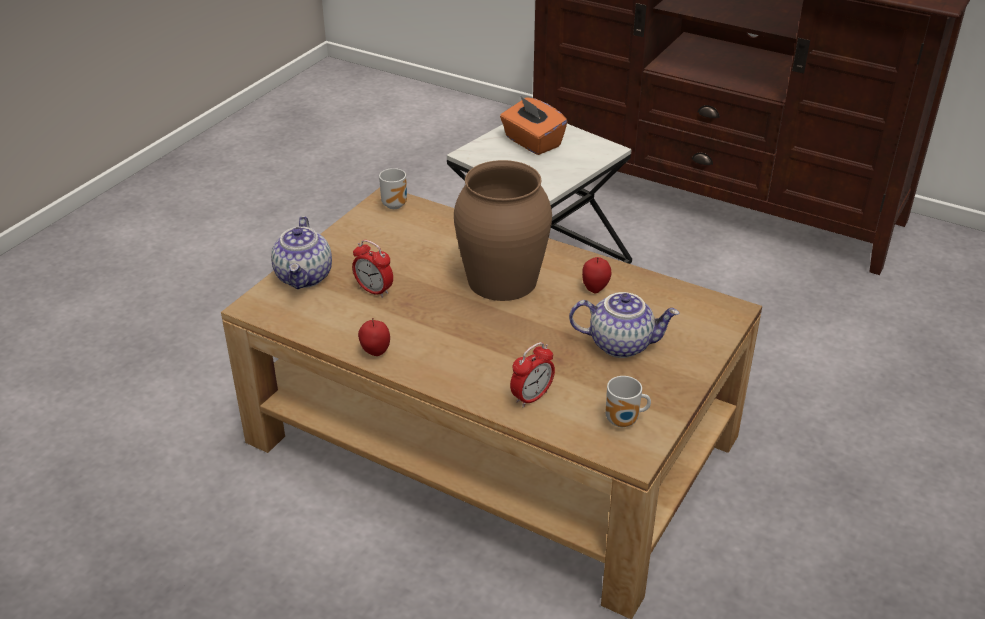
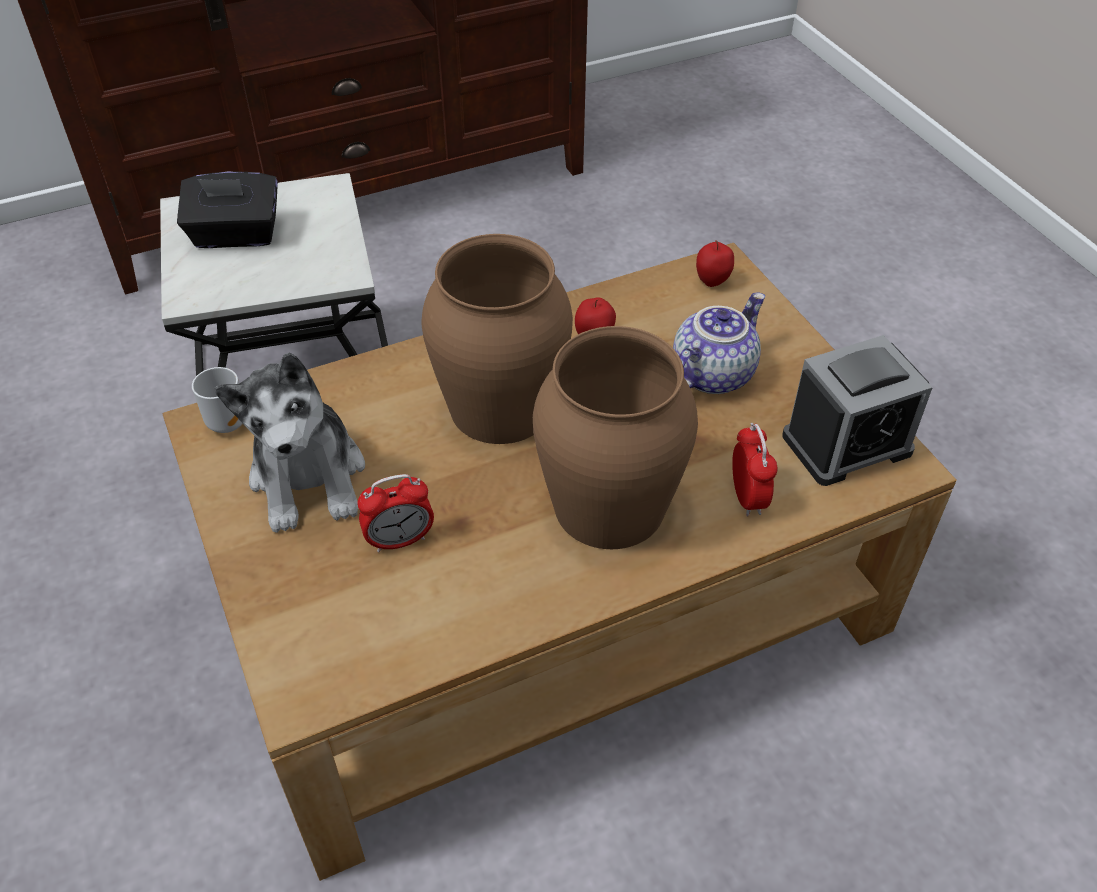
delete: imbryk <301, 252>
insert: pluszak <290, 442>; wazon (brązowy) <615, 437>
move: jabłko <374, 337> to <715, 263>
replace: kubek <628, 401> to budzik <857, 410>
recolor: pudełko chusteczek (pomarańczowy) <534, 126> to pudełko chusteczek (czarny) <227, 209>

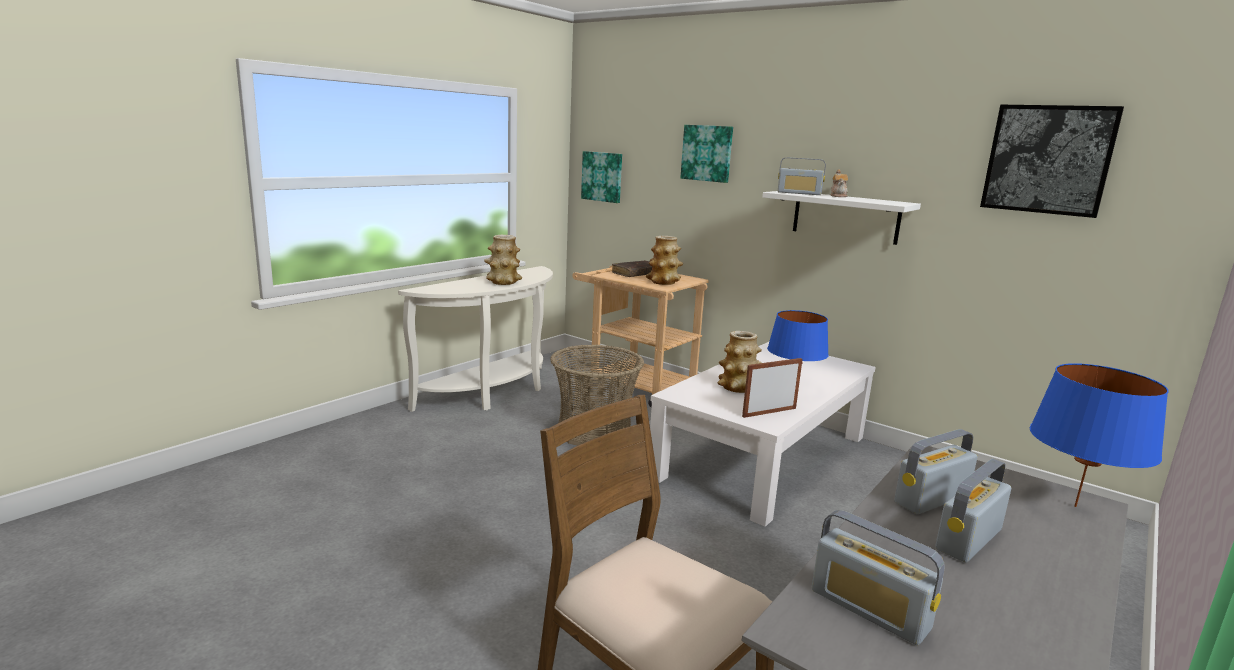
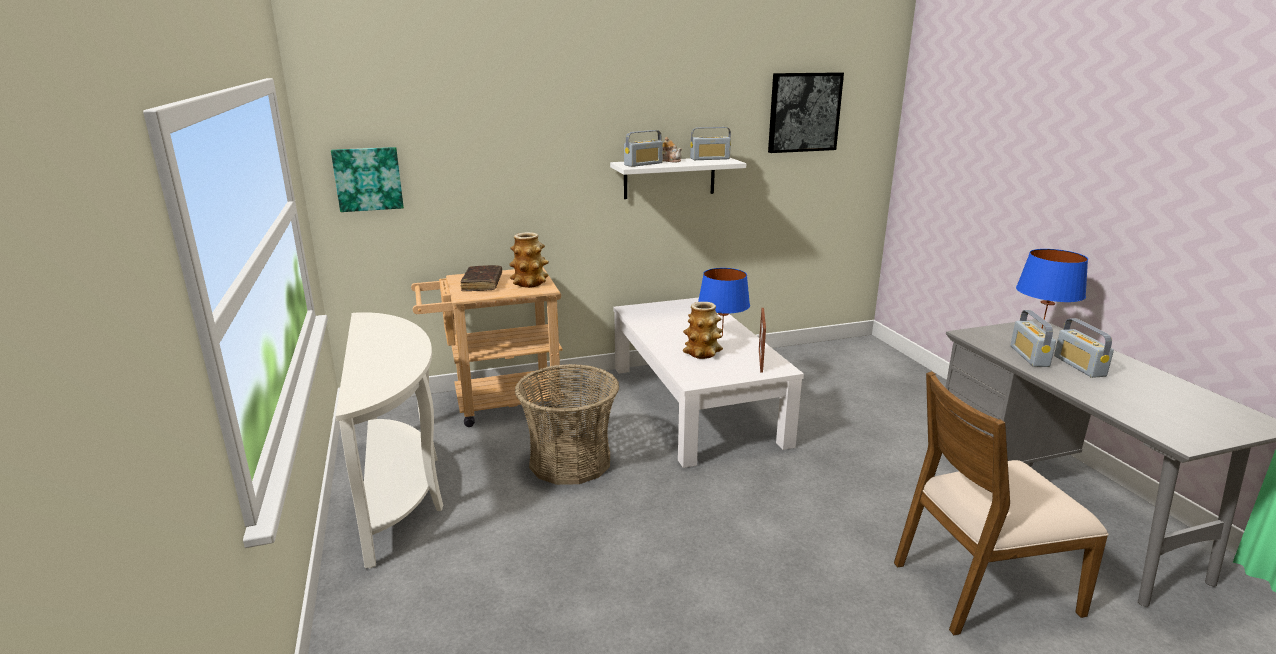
delete: wazon <503, 260>; obraz <706, 154>
move: radio <878, 577> to <710, 143>

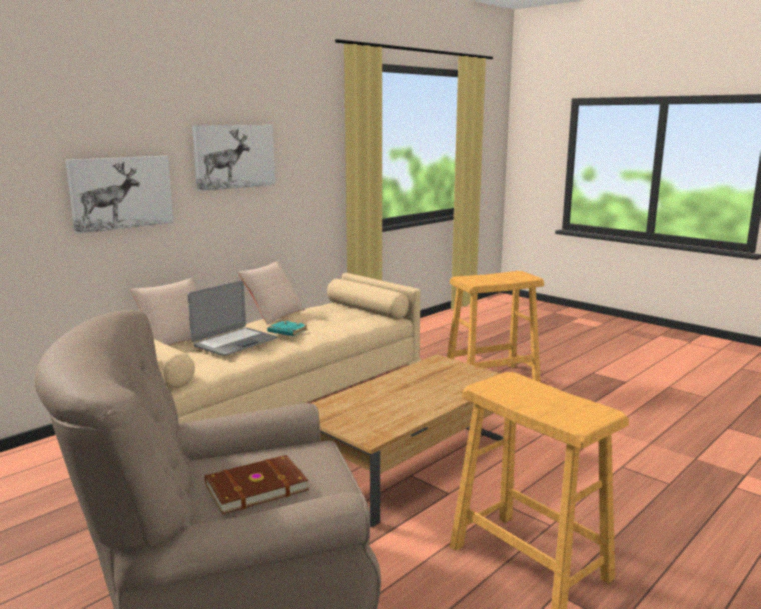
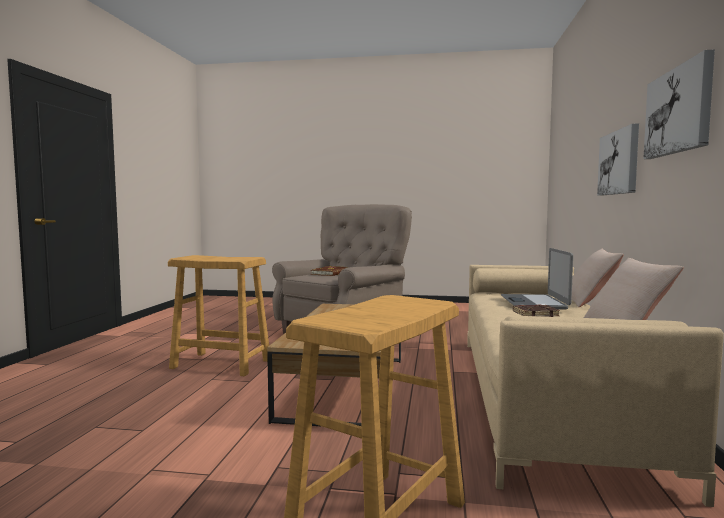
recolor: książka (turkusowy) <287, 328> to książka (brązowy) <536, 310>

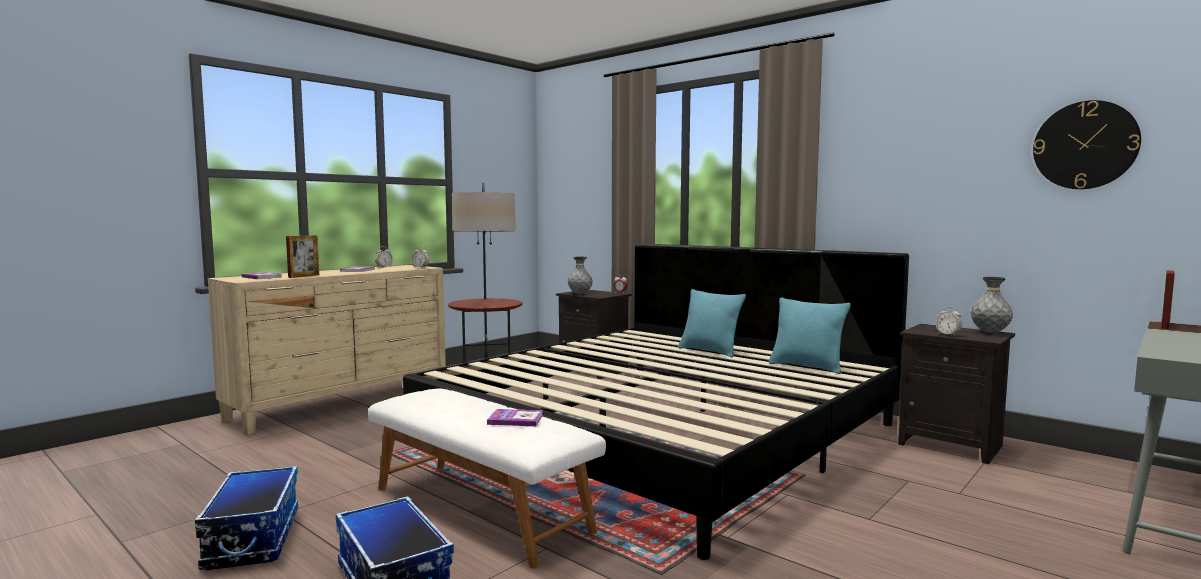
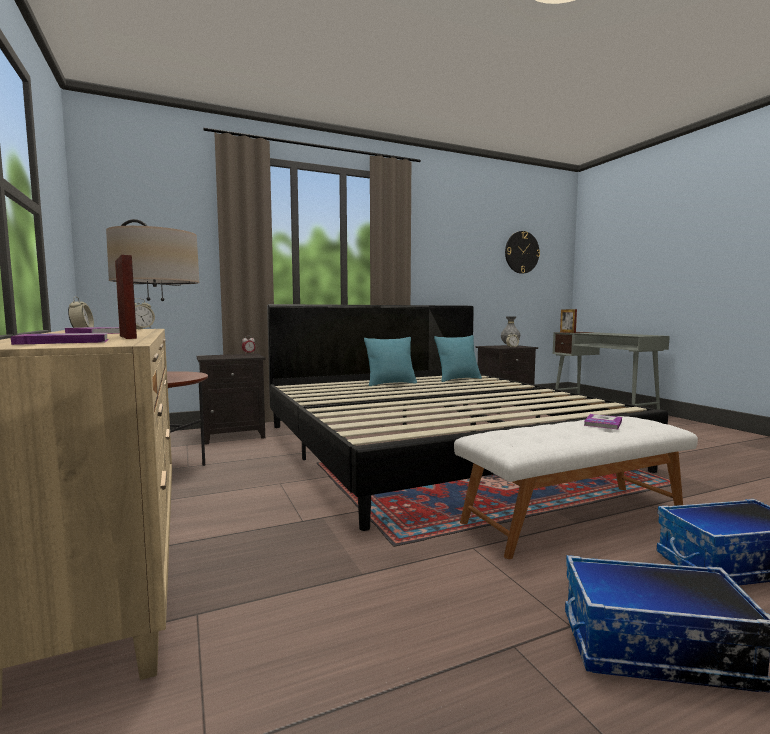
delete: wazon (szary) <580, 275>

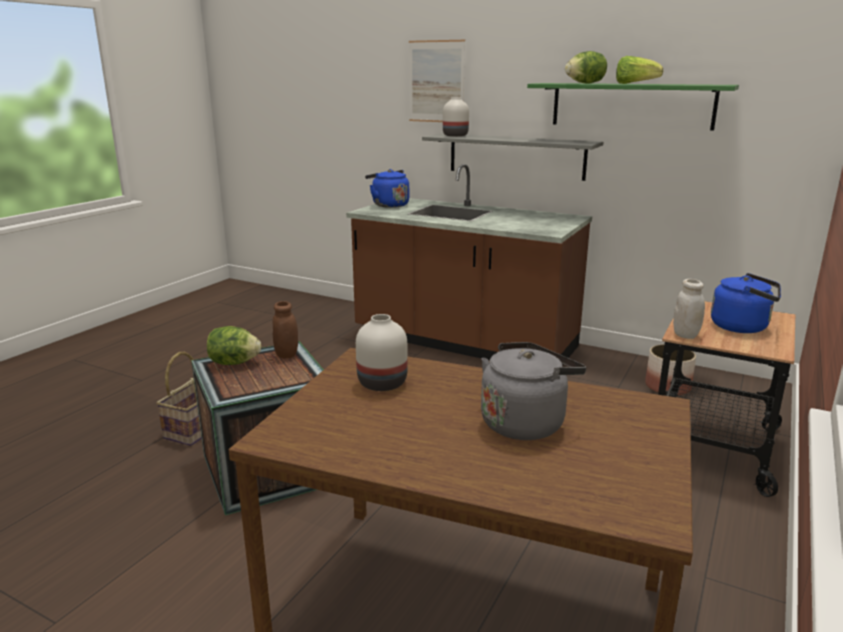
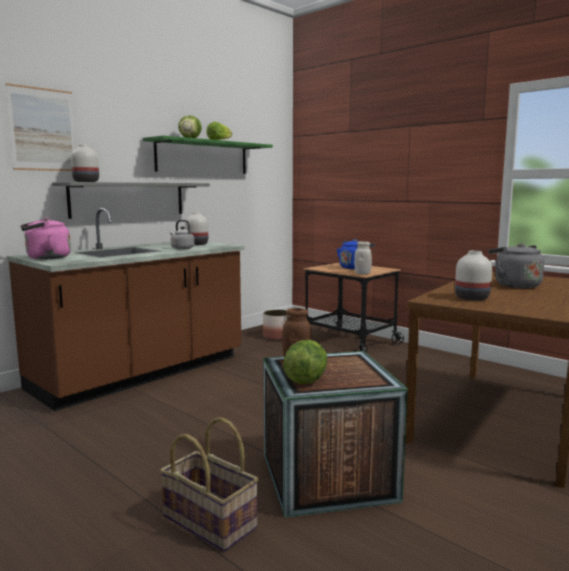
insert: czajnik (szary) <182, 235>; wazon (biały) <196, 228>
recolor: czajnik (niebieski) <387, 188> to czajnik (różowy) <45, 239>

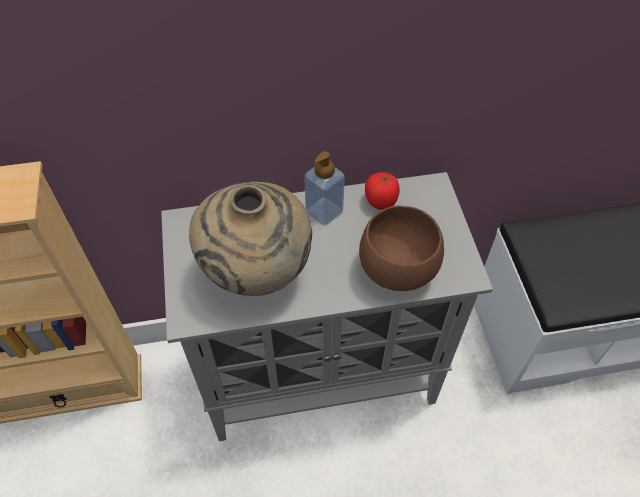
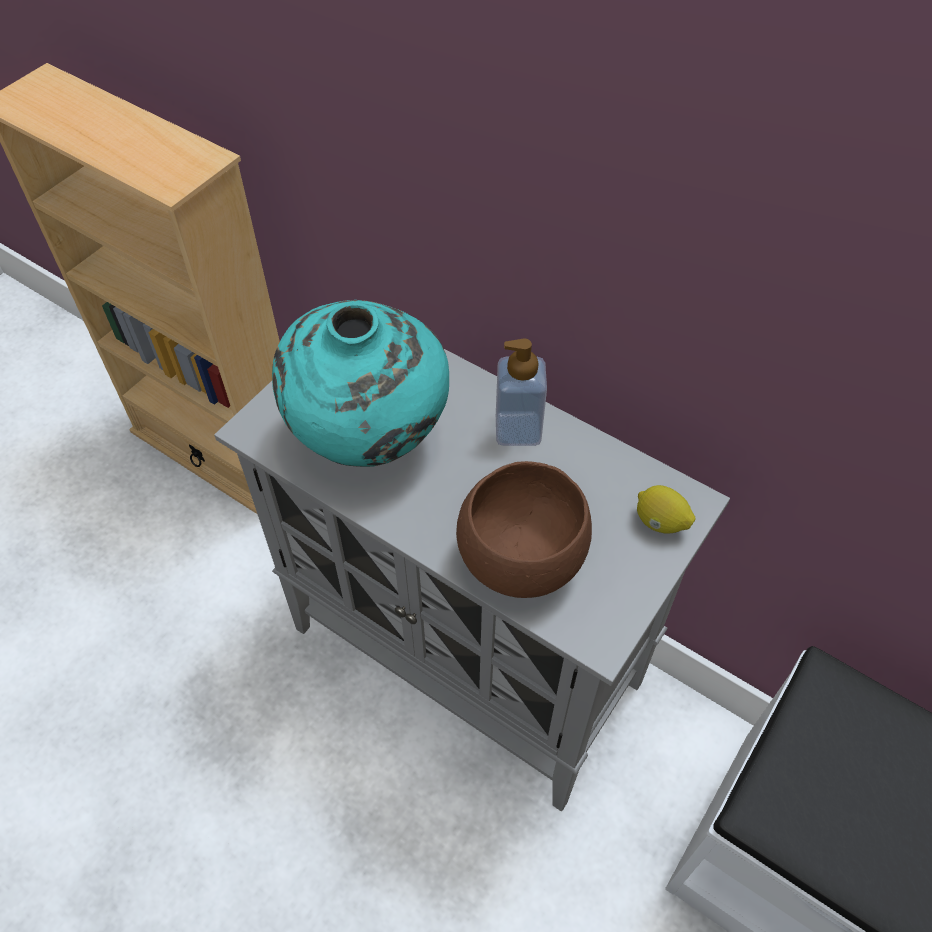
delete: pomidor <382, 191>
insert: cytryna <666, 509>
recolor: wazon (beżowy) <250, 239> to wazon (turkusowy) <360, 383>

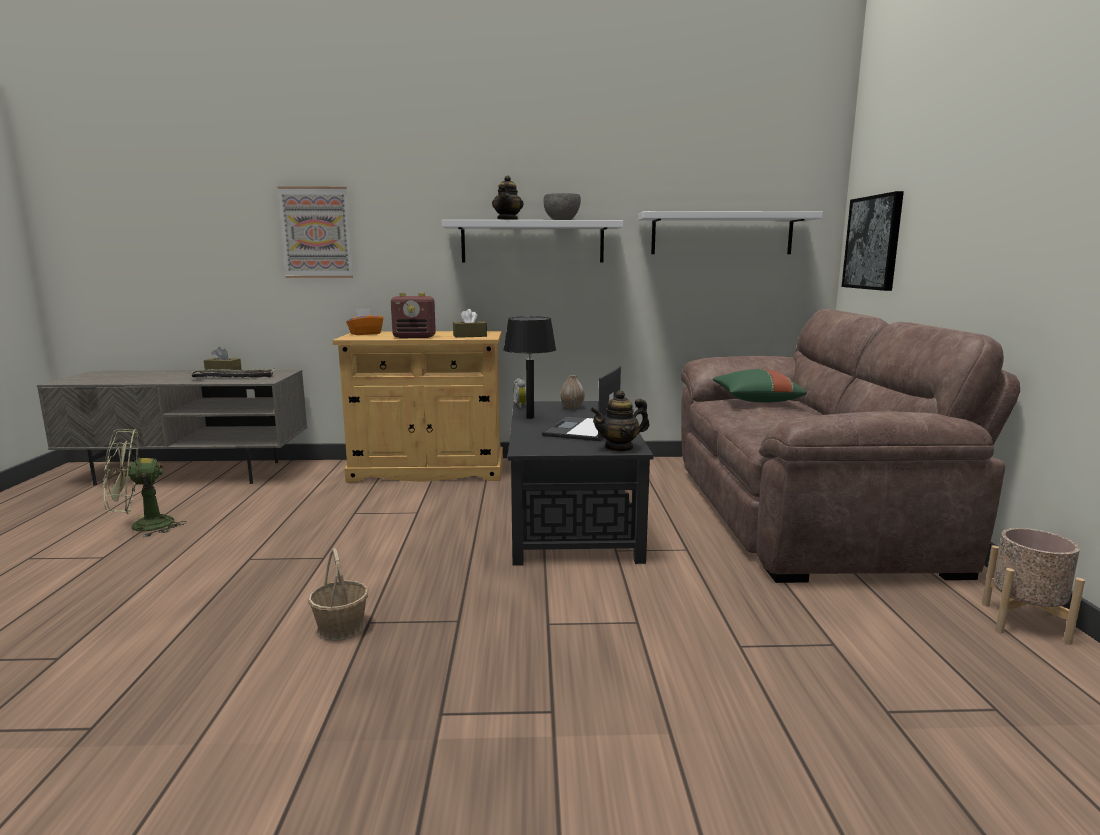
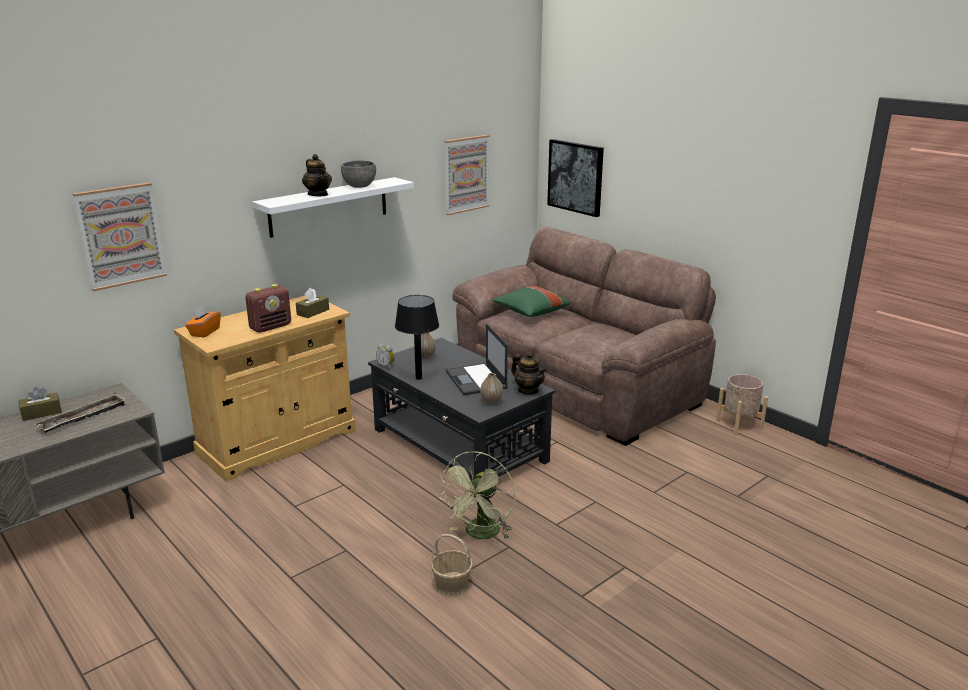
insert: wazon <491, 389>
move: wentylator (zielony) <145, 483> to <476, 495>
replace: półka (biały) <730, 232> to obraz <467, 175>
rotate: imbryk <619, 421> = <529, 373> 75 degrees counterclockwise

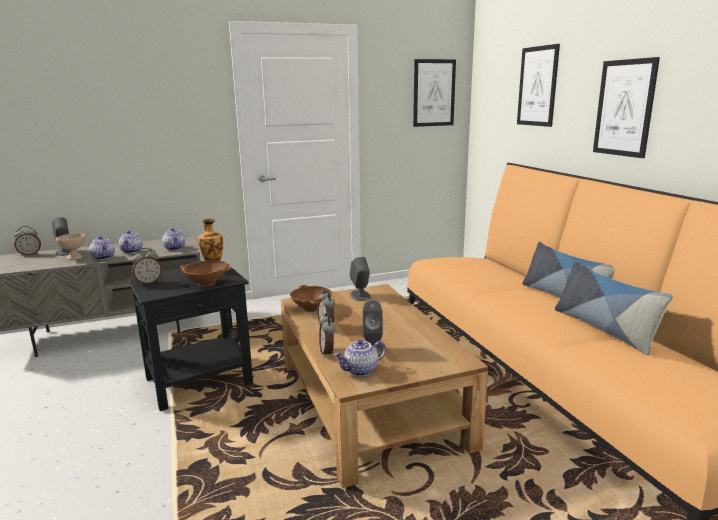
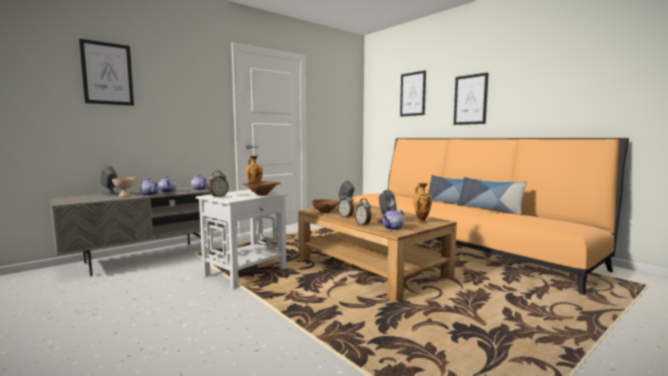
delete: budzik <27, 241>
insert: wazon <422, 203>
move: obraz <434, 93> to <106, 72>
recolor: stolik (czarny) <190, 336> to stolik (biały) <242, 239>

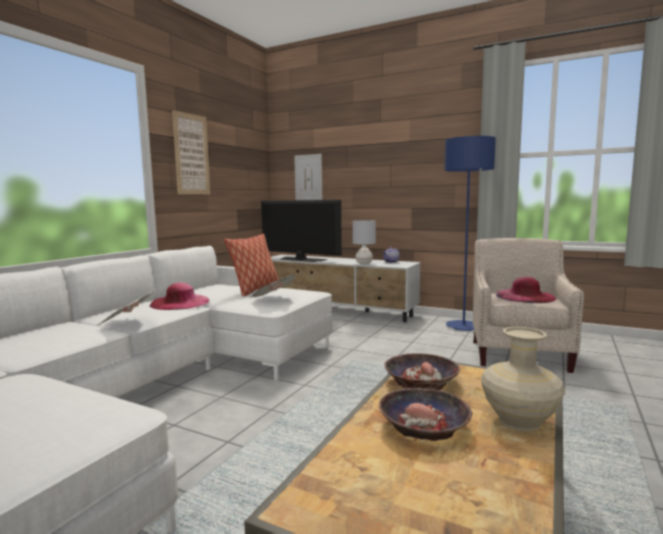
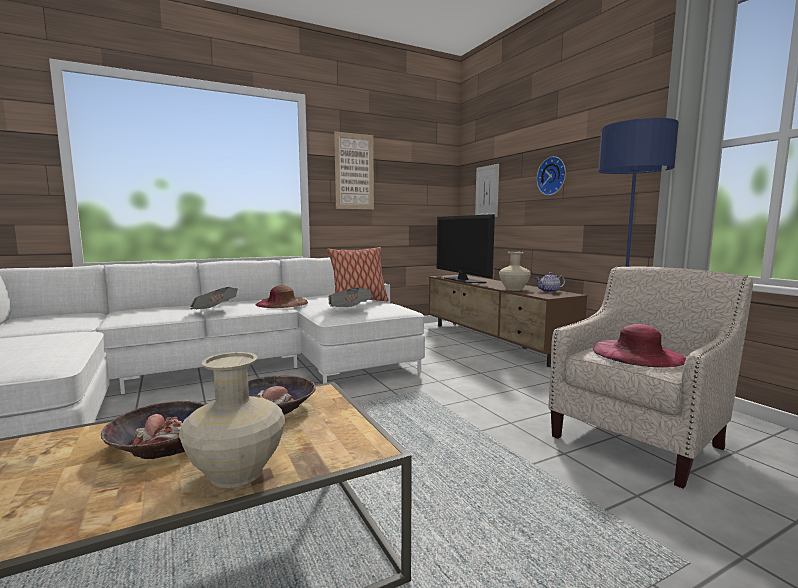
insert: zegar ścienny <551, 175>
replace: lampa stołowa (szary) <364, 242> to wazon (beżowy) <515, 271>
recolor: kapelusz (różowy) <180, 296> to kapelusz (brązowy) <282, 296>; szafka pod telewizor (biały) <346, 288> to szafka pod telewizor (brązowy) <508, 321>

